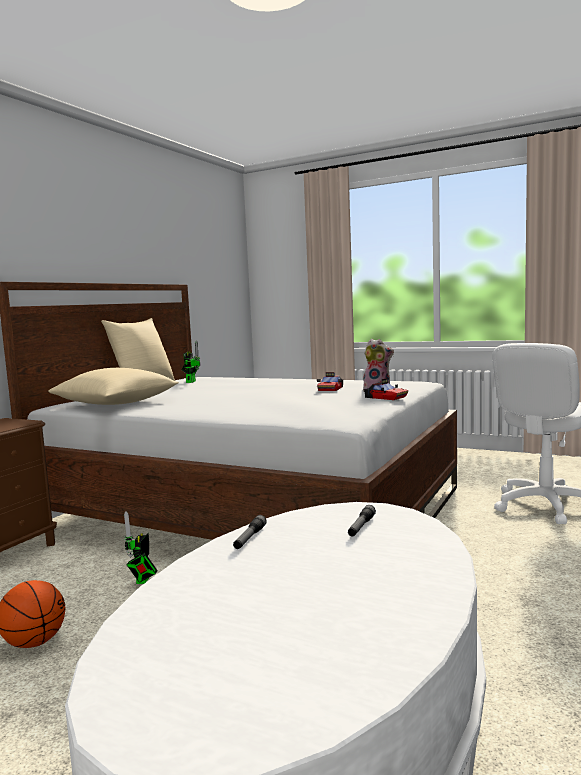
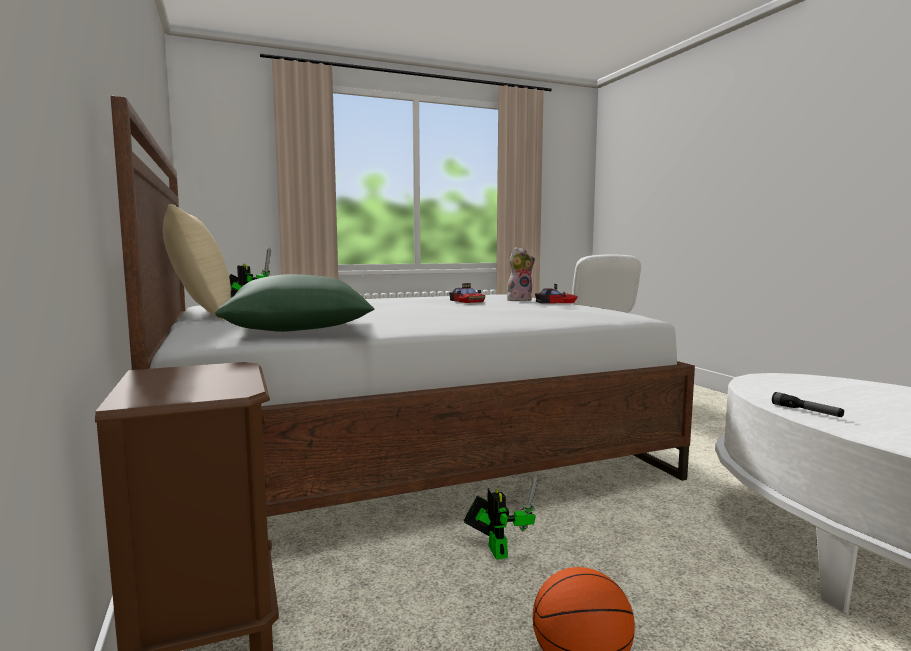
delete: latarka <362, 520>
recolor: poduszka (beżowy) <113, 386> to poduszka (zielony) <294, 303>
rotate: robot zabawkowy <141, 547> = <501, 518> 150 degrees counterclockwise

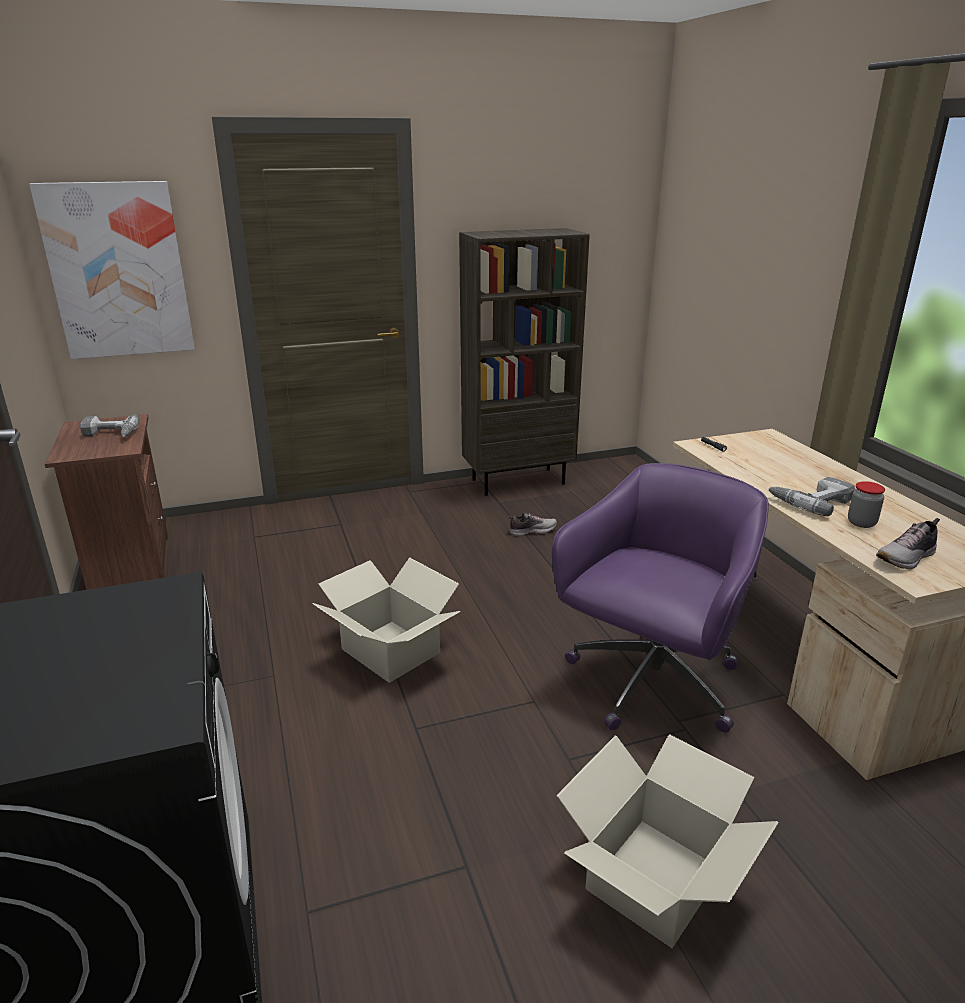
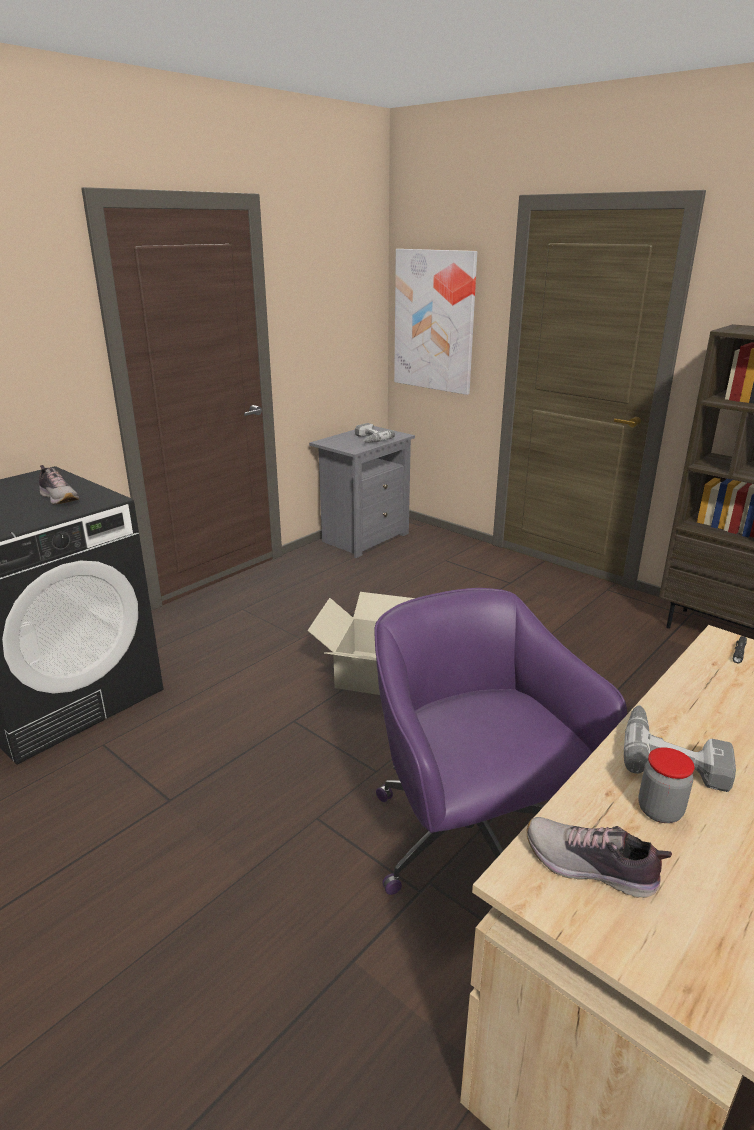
delete: karton <667, 841>
move: but <532, 524> to <59, 484>
recolor: szafka nocna (brązowy) <106, 502> to szafka nocna (szary) <362, 492>
rotate: krzesło biurowe (fioletowy) <660, 597> = <500, 741> 120 degrees counterclockwise

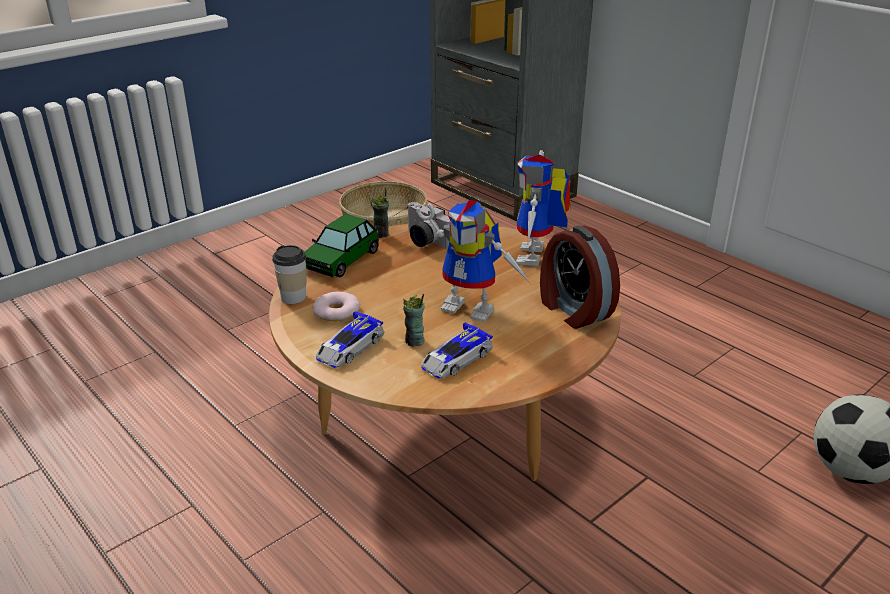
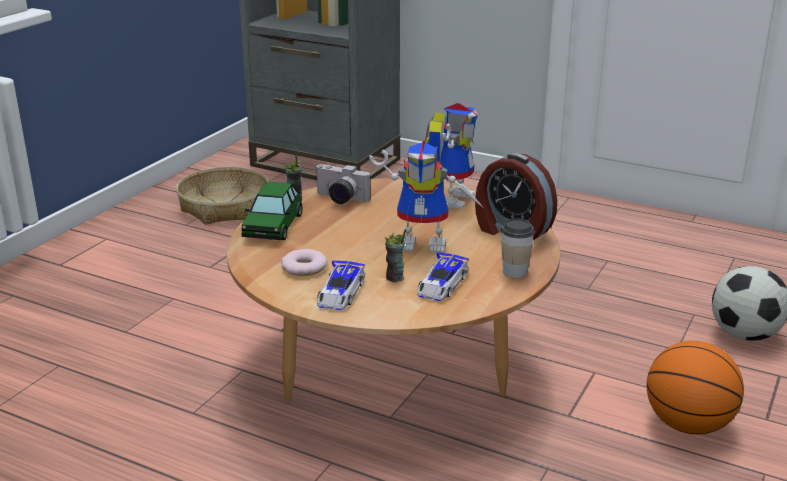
insert: piłka do koszykówki <695, 388>
move: filiżanka <289, 274> to <518, 248>
rotate: robot zabawkowy <543, 208> = <451, 156> 150 degrees counterclockwise

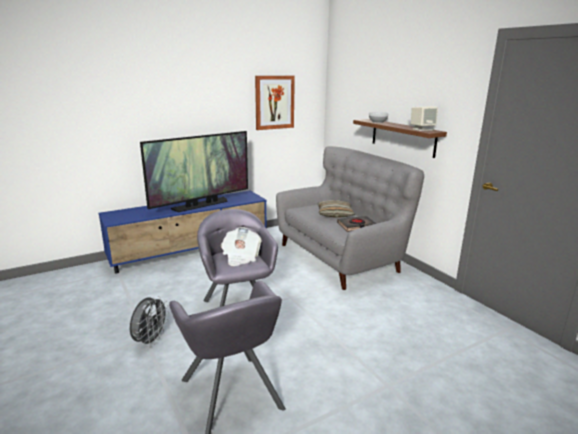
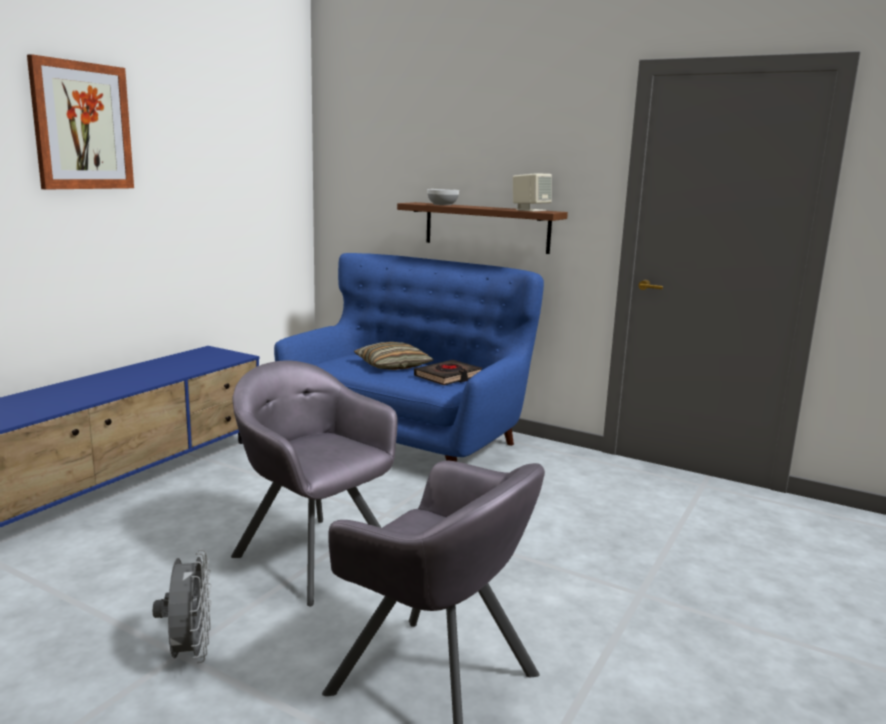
delete: telewizor <194, 171>; gazeta <241, 246>
move: obraz <275, 103> to <80, 122>
recolor: kanapa (szary) <350, 218> to kanapa (niebieski) <409, 357>

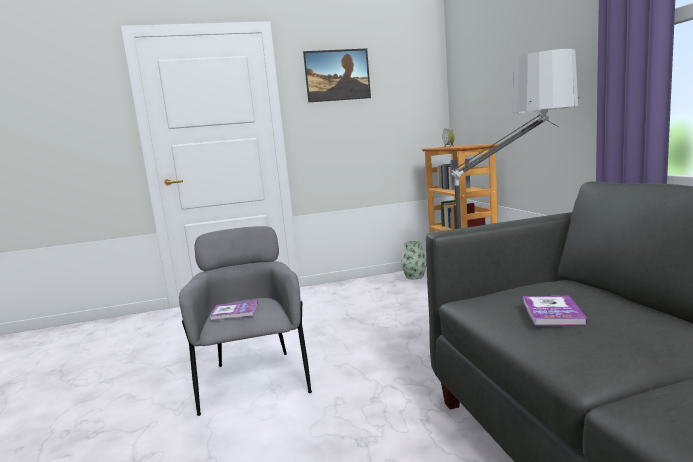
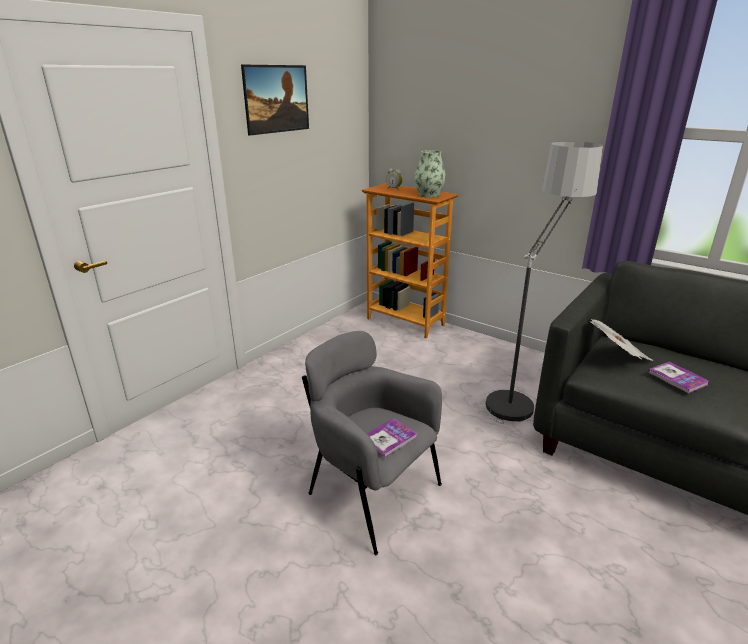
insert: gazeta <621, 340>
move: wazon <413, 260> to <430, 174>

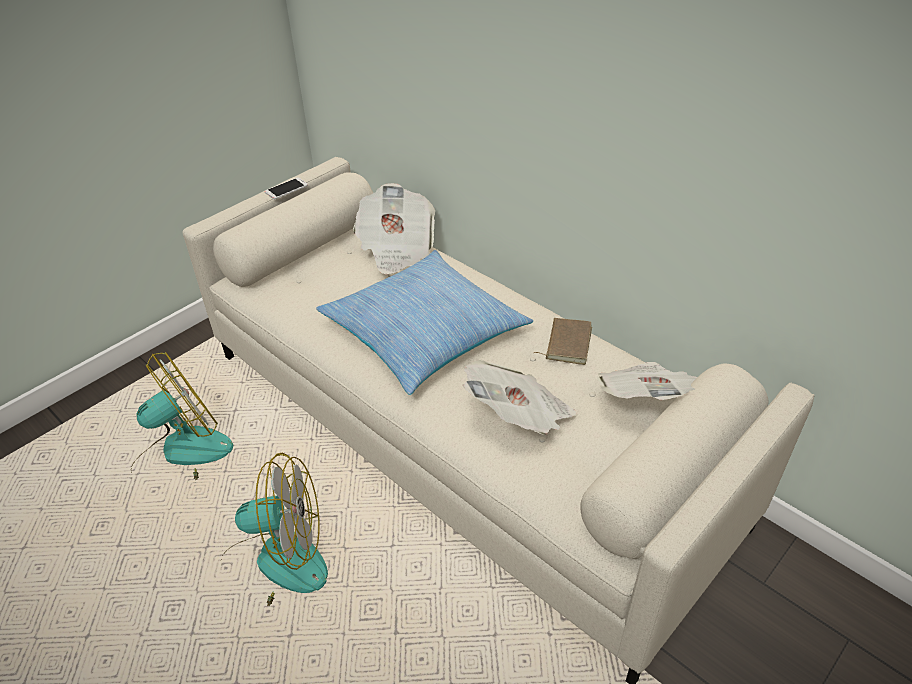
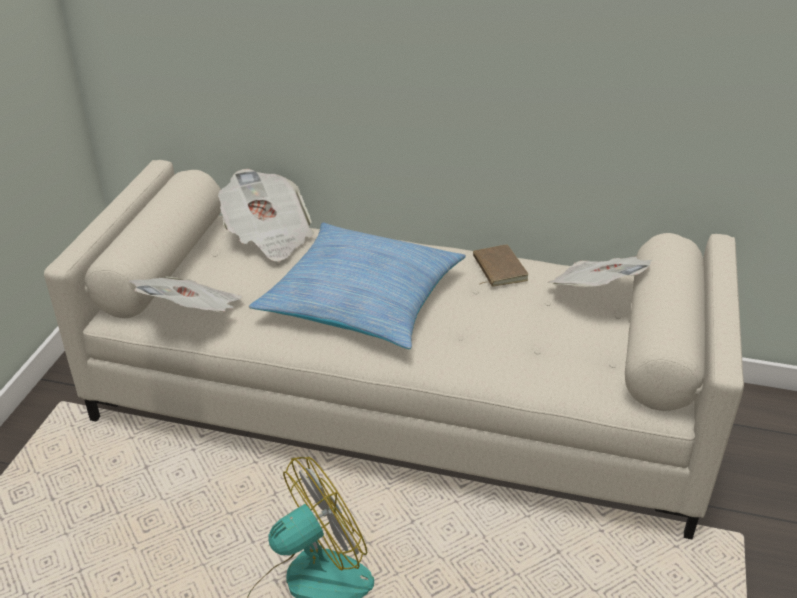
delete: wentylator <182, 416>; telefon <286, 188>
move: gazeta <519, 397> to <186, 294>

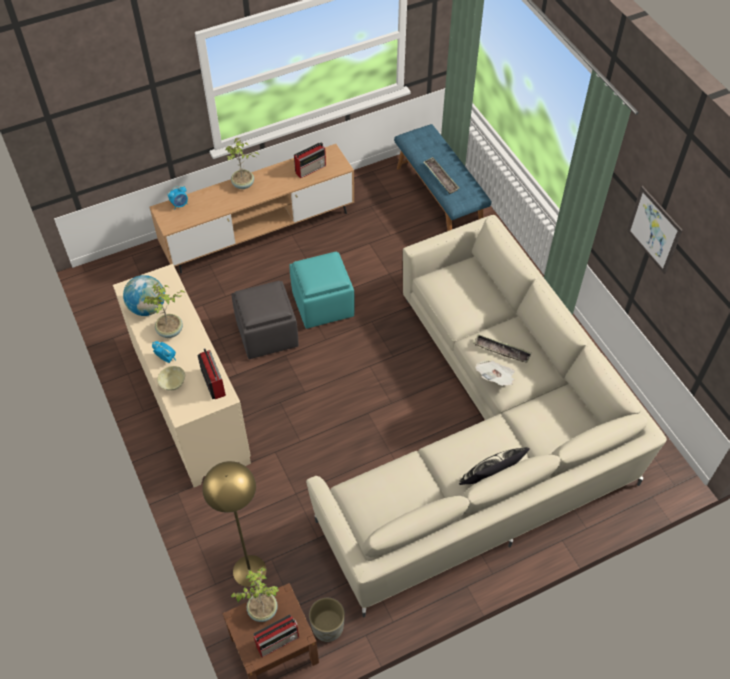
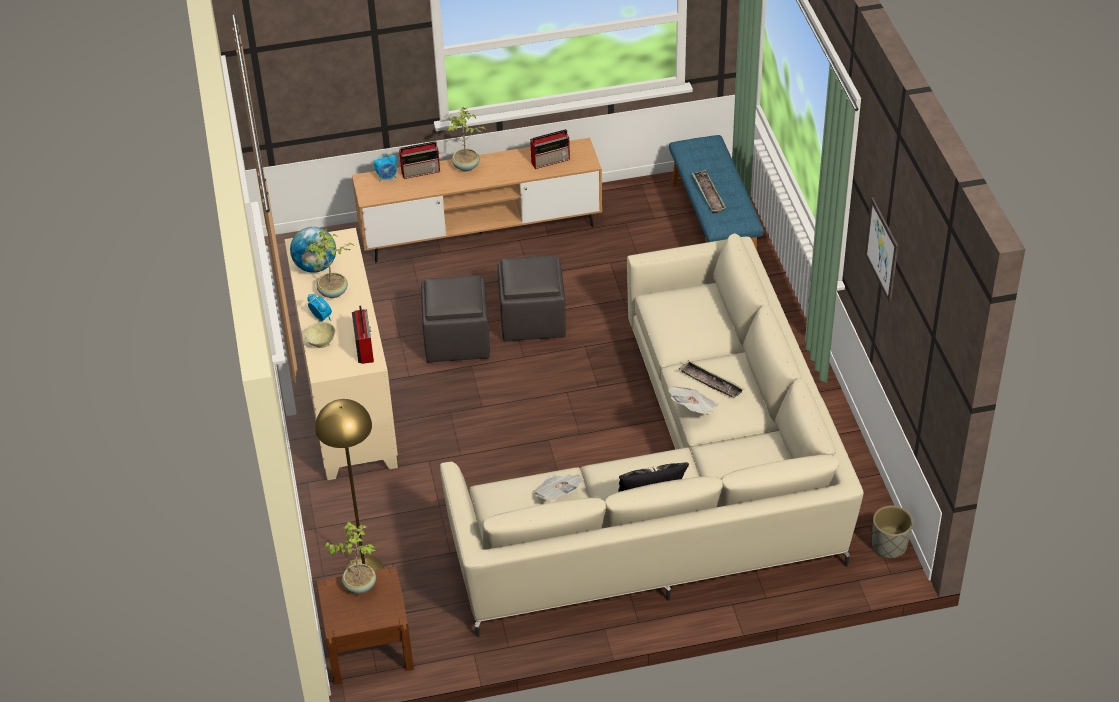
insert: gazeta <558, 487>
move: radio <276, 635> to <419, 160>; donica (szary) <327, 620> to <892, 532>
recolor: pufa (turkusowy) <322, 290> to pufa (szary) <532, 298>

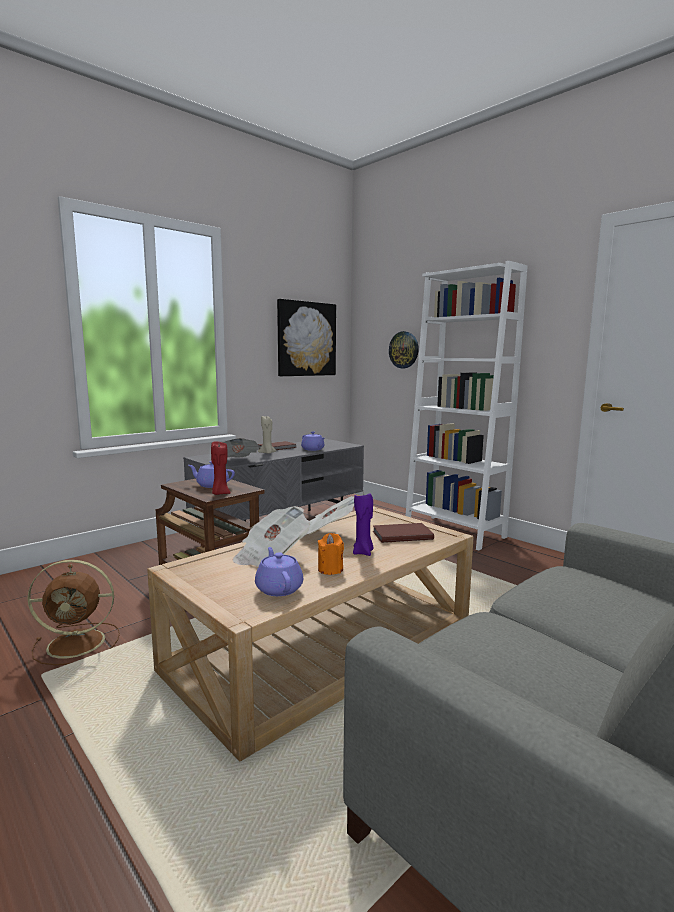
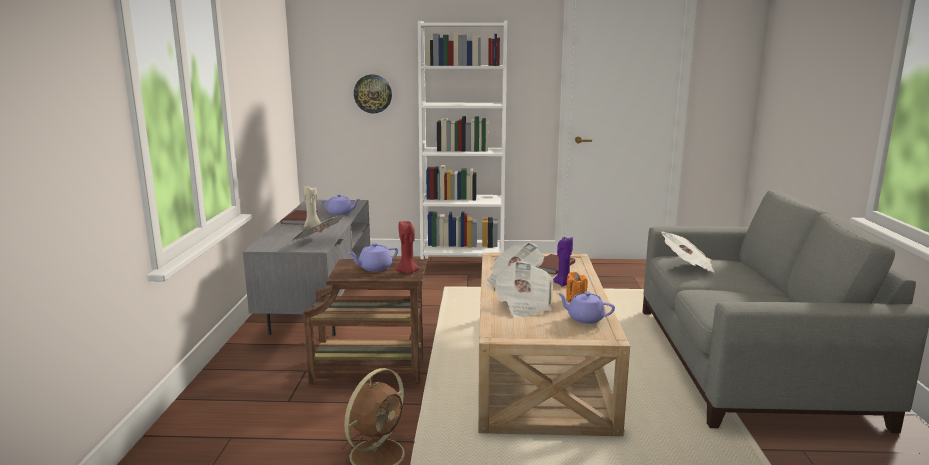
delete: obraz <306, 337>
insert: gazeta <687, 252>

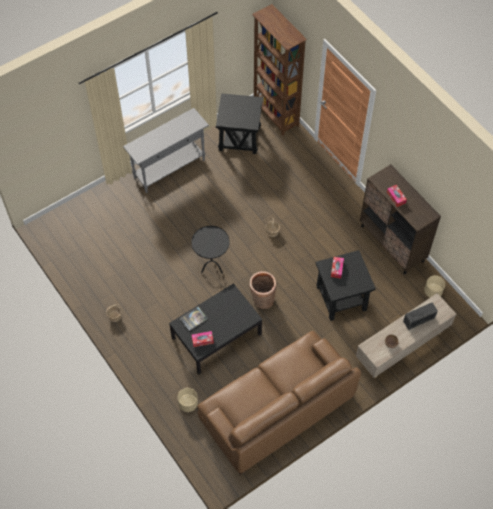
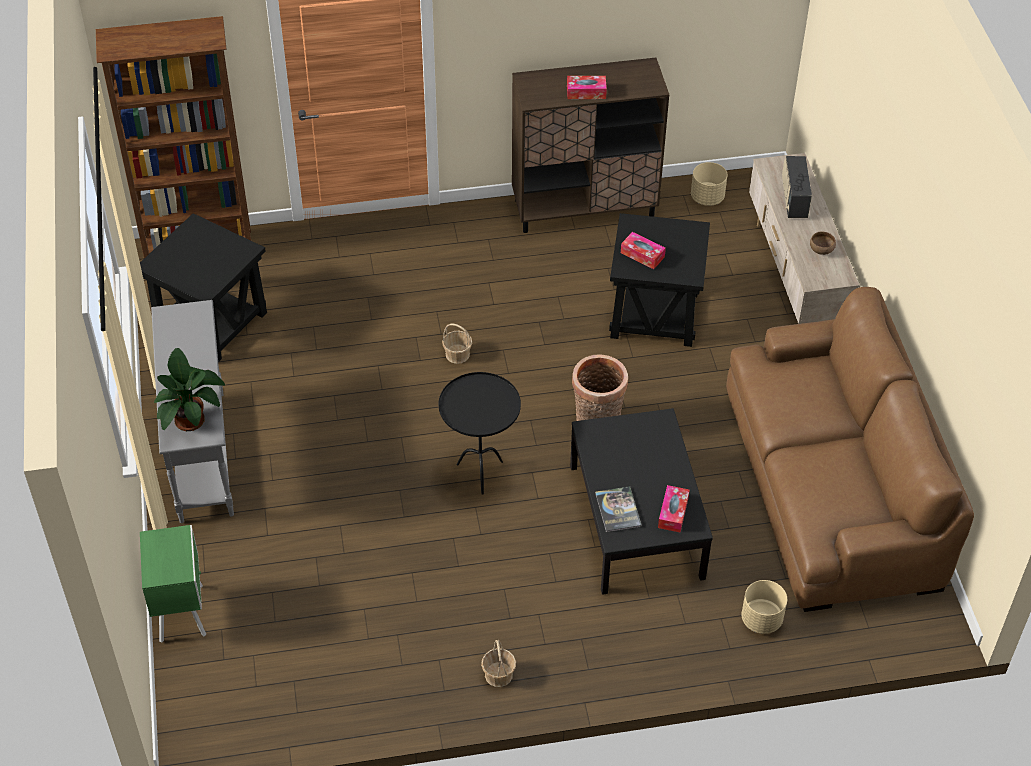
insert: szafka nocna (zielony) <173, 584>; roślina doniczkowa <189, 389>

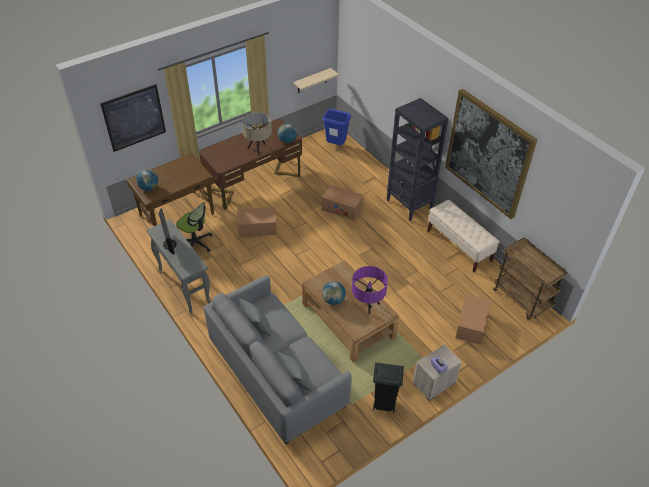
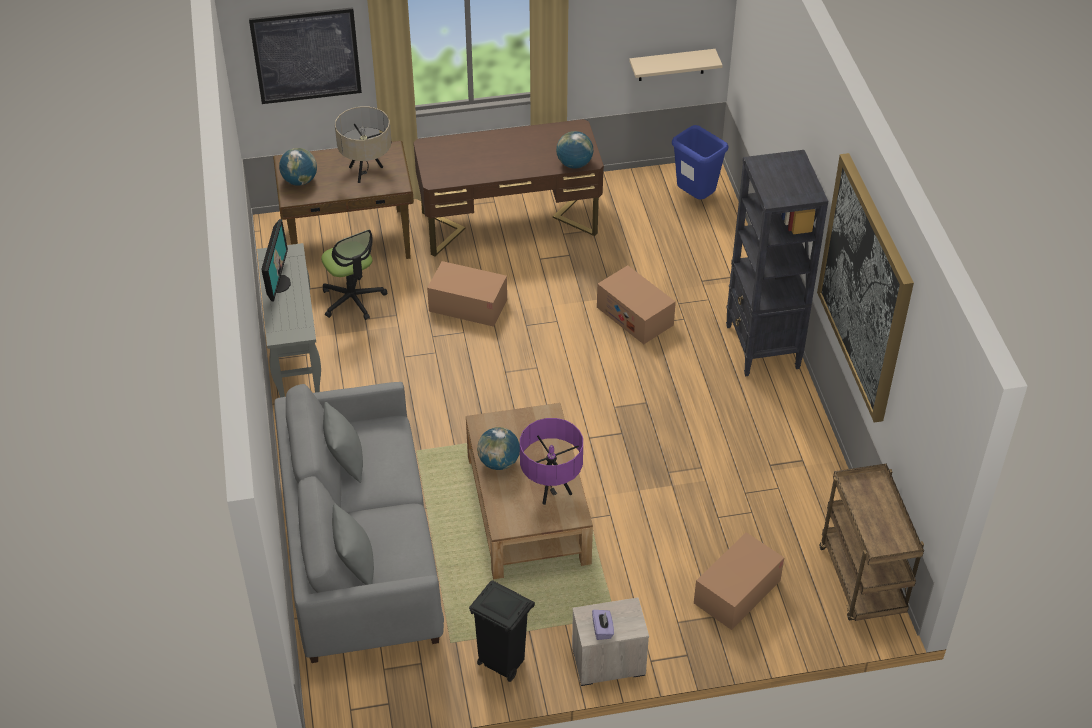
delete: ławka (beżowy) <463, 236>
move: lampa stołowa (beżowy) <257, 133> to <363, 144>

